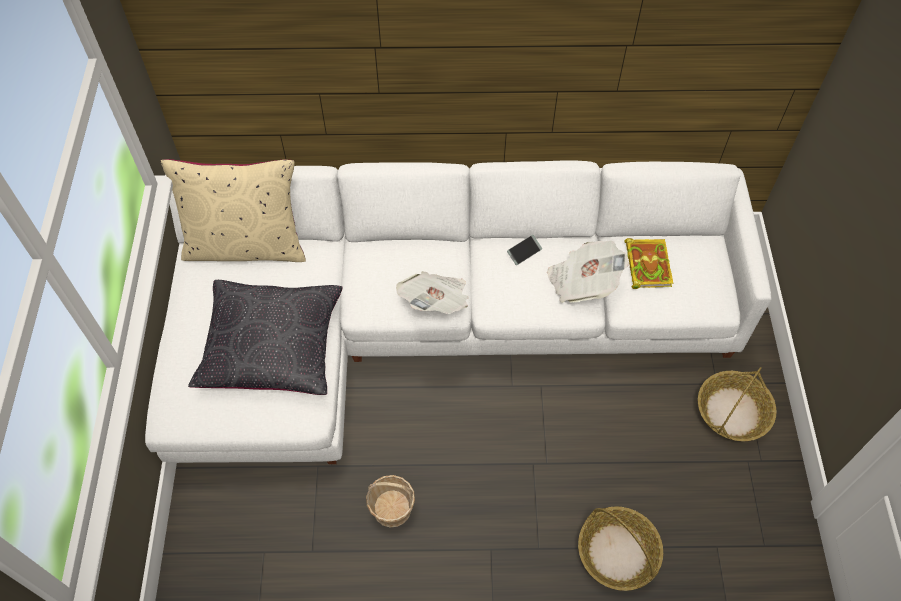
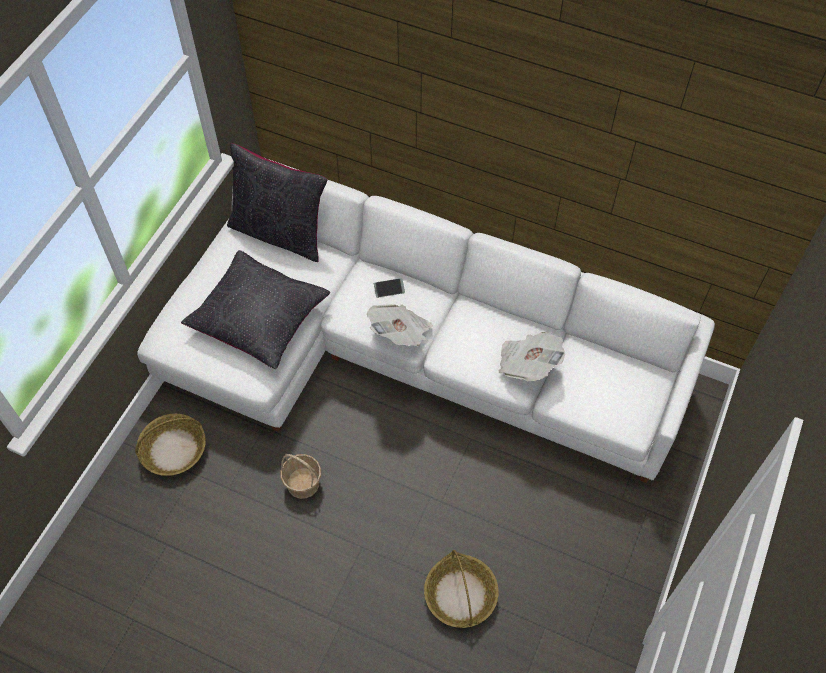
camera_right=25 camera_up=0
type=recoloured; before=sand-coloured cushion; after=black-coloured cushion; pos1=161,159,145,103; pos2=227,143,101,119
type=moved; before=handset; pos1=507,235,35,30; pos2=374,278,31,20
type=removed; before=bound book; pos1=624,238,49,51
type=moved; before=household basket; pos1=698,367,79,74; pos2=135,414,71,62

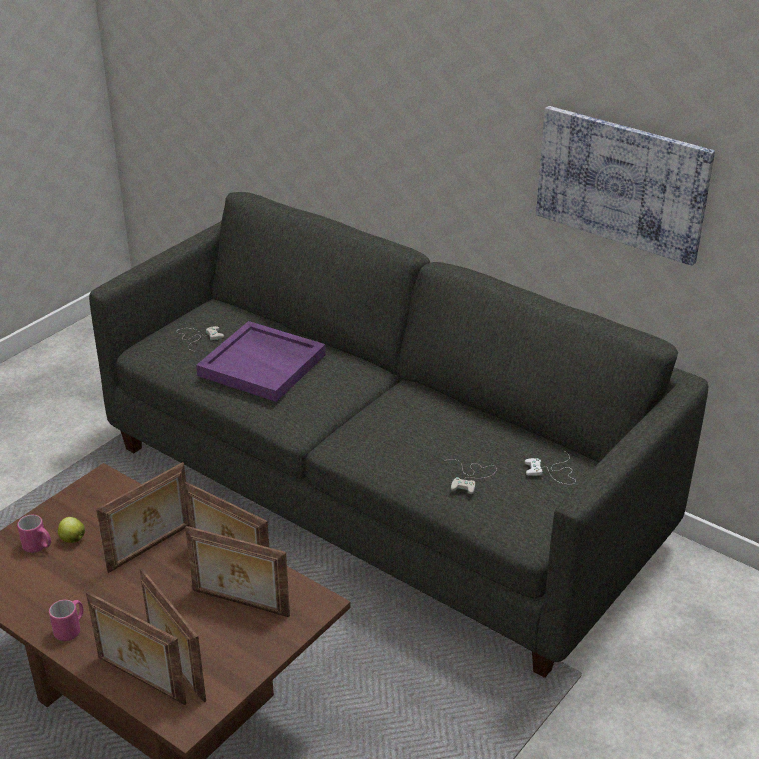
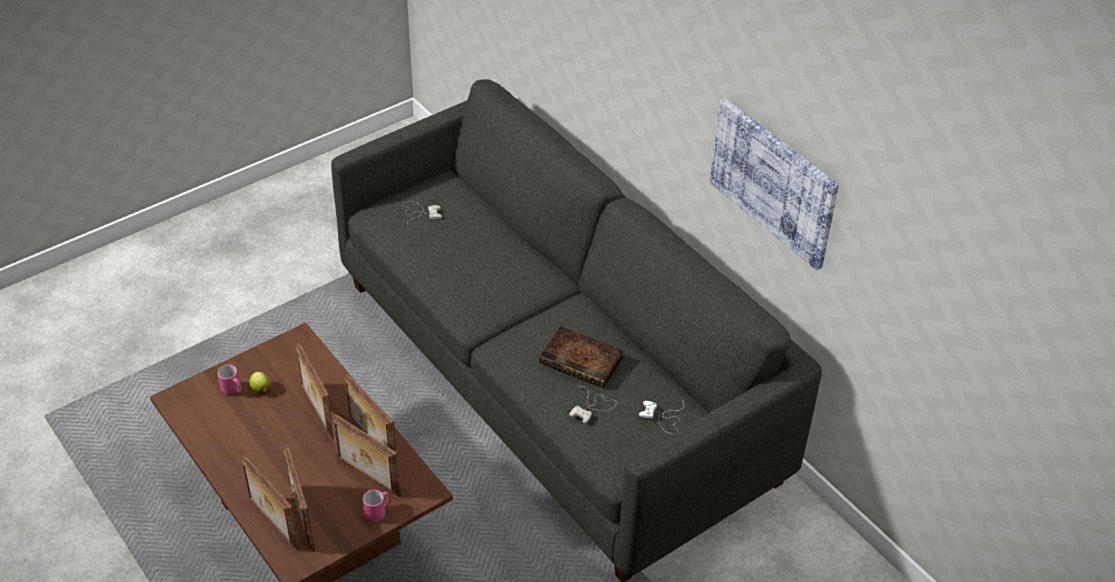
camera_right=15 camera_up=10
type=moved; before=pink-coloured tea mug; pos1=49,600,34,41; pos2=363,490,27,32
type=turned; before=standing frame; pos1=96,462,94,111; pos2=296,340,38,100; turn=90
type=removed; before=purple-coloured serving tray; pos1=196,321,130,81
type=added; after=bound book; pos2=539,326,85,62

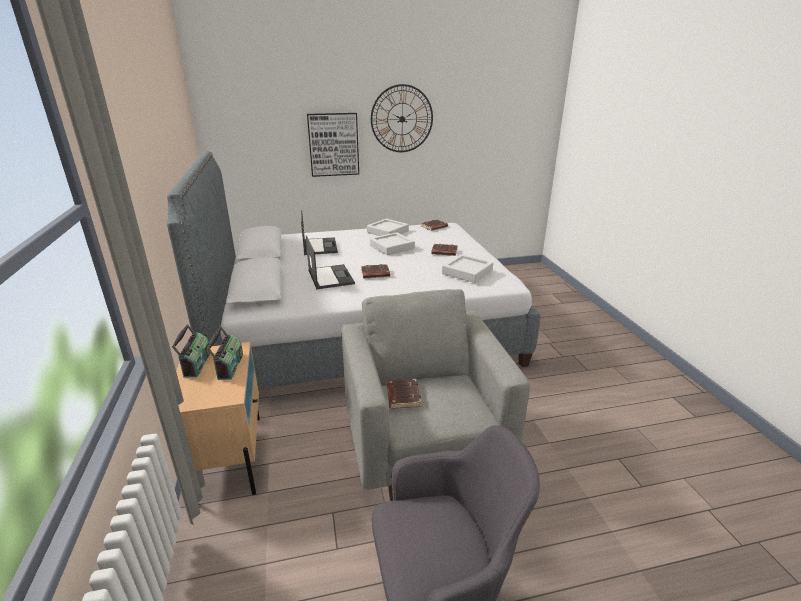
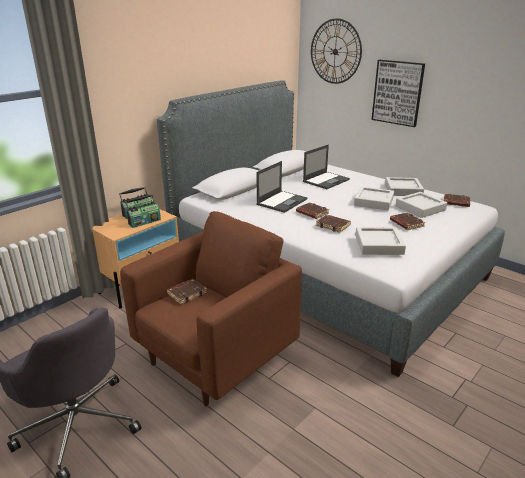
camera_right=55 camera_up=0
type=recoloured; before=gray armchair; after=brown armchair; pos1=341,289,189,212; pos2=120,211,182,195
type=moved; before=hanging clock; pos1=371,84,62,68; pos2=311,18,51,66
type=added; after=brown bound book; pos2=316,215,35,18
type=added; after=gray serving tray; pos2=395,192,52,26

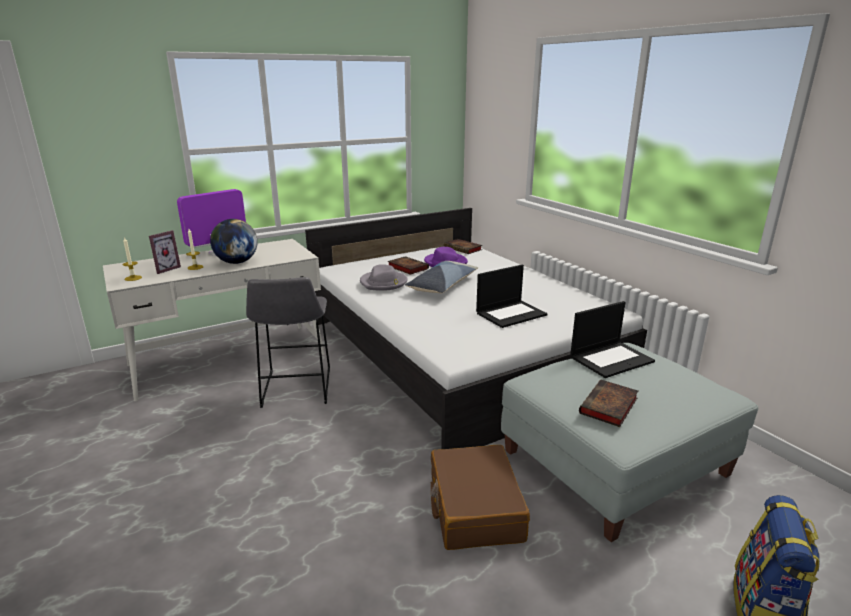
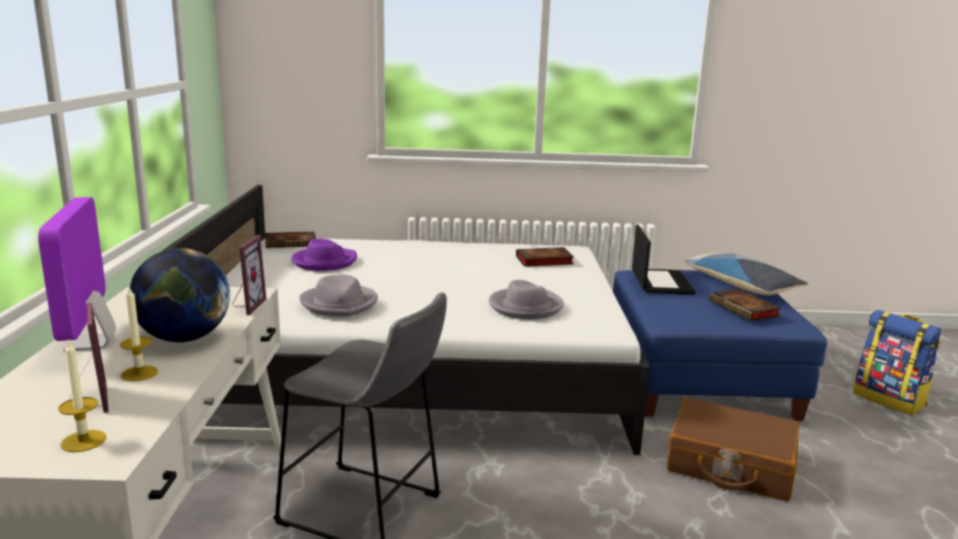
camera_right=-60 camera_up=-5
type=moved; before=bound book; pos1=387,256,42,19; pos2=516,247,58,20
type=moved; before=cushion; pos1=405,261,73,33; pos2=682,252,126,43
type=removed; before=laptop; pos1=476,265,72,63
type=recoloured; before=gray footrest; after=blue footrest; pos1=501,343,257,199; pos2=613,270,214,151
type=added; after=standing frame; pos2=232,235,34,80
type=added; after=gray clothing hat; pos2=489,280,75,39

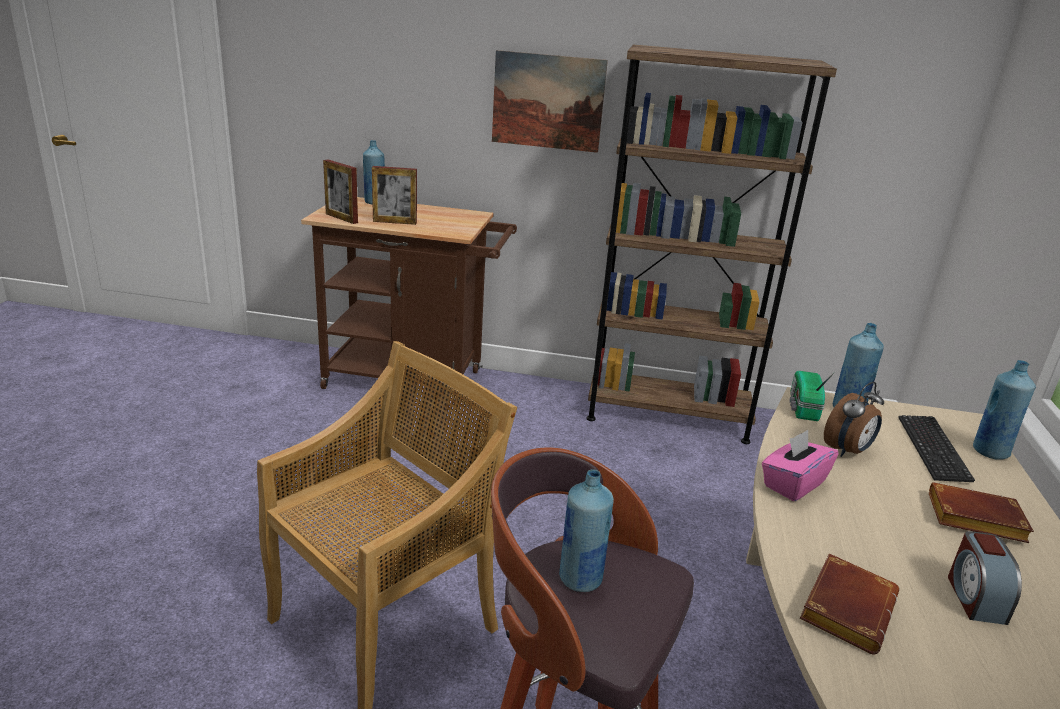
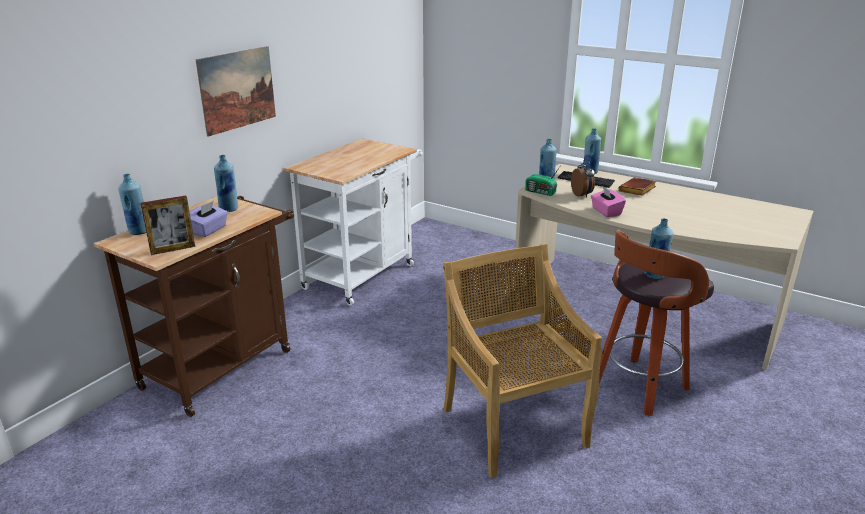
camera_right=-65 camera_up=0
type=replaced; before=standing frame; after=purple-coloured tissue box; pos1=372,166,45,59; pos2=190,201,38,36
type=replaced; before=brown bookshelf; after=whitish cart; pos1=587,45,250,399; pos2=284,138,139,168
type=removed; before=brown bound book; pos1=800,554,99,101
type=removed; before=alarm clock; pos1=948,531,74,94
type=added; after=blue bottle; pos2=214,155,24,57

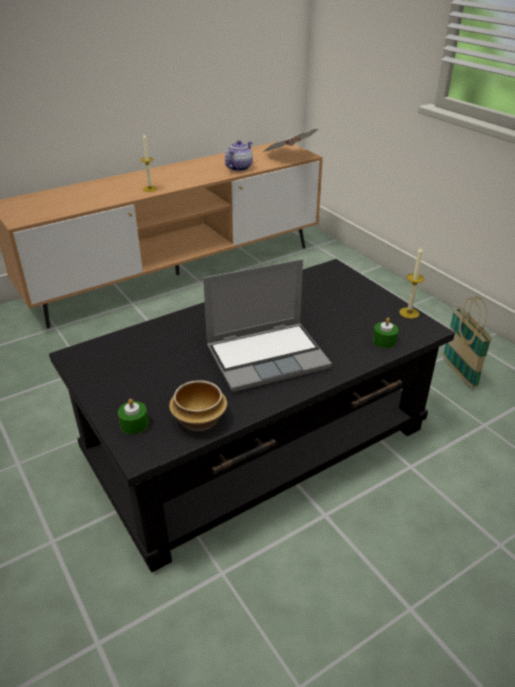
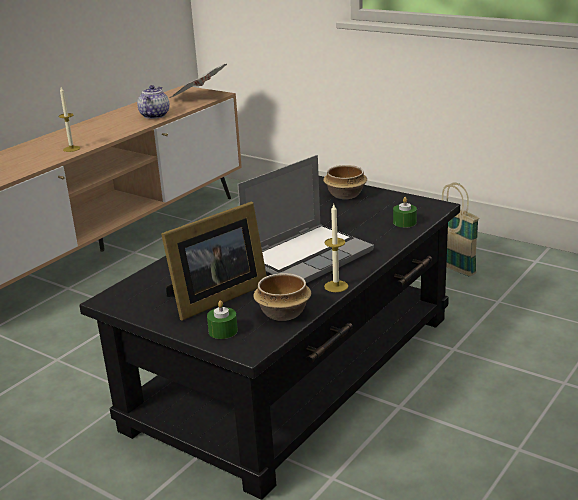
camera_right=-20 camera_up=-10
type=moved; before=wax candle; pos1=399,247,25,72; pos2=324,204,24,88
type=added; after=standing frame; pos2=161,202,106,119
type=added; after=bowl; pos2=323,165,44,34

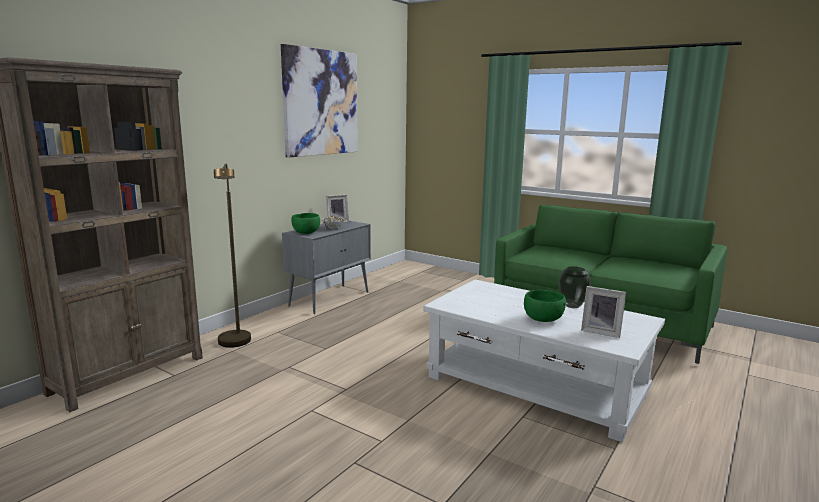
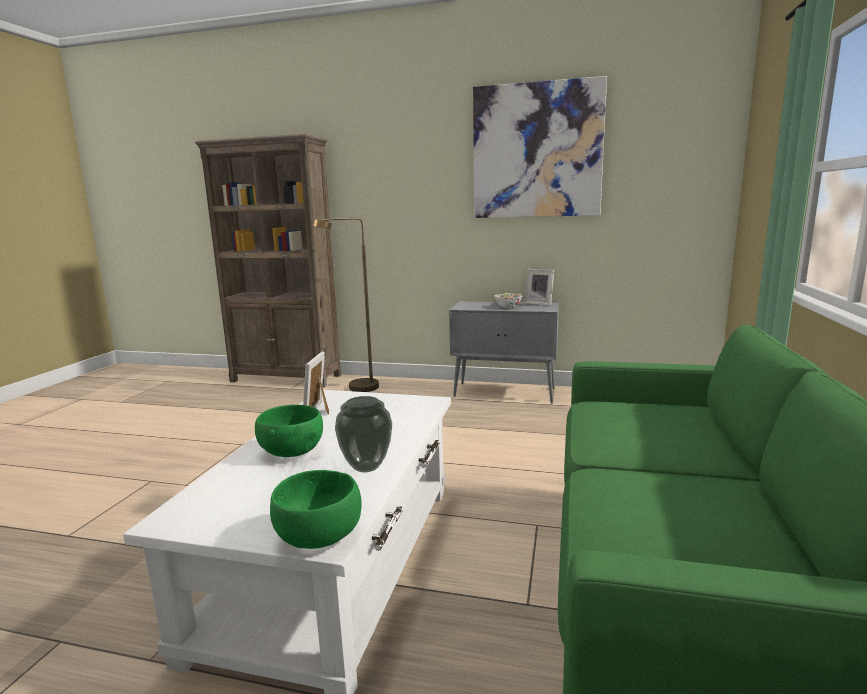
camera_right=70 camera_up=0
type=moved; before=green-coloured bowl; pos1=291,213,29,21; pos2=270,470,92,79
type=moved; before=standing frame; pos1=581,286,45,52; pos2=303,352,26,63

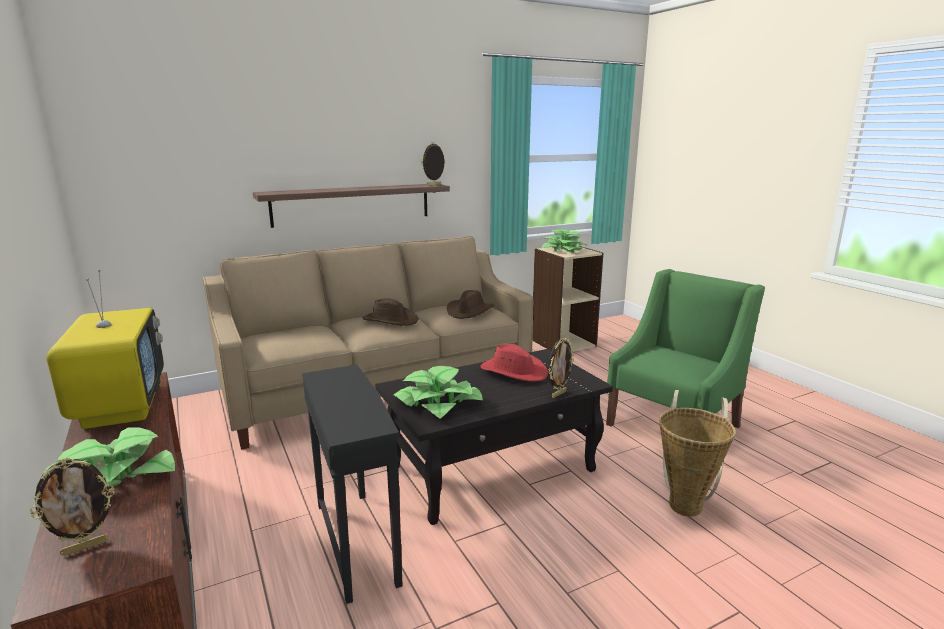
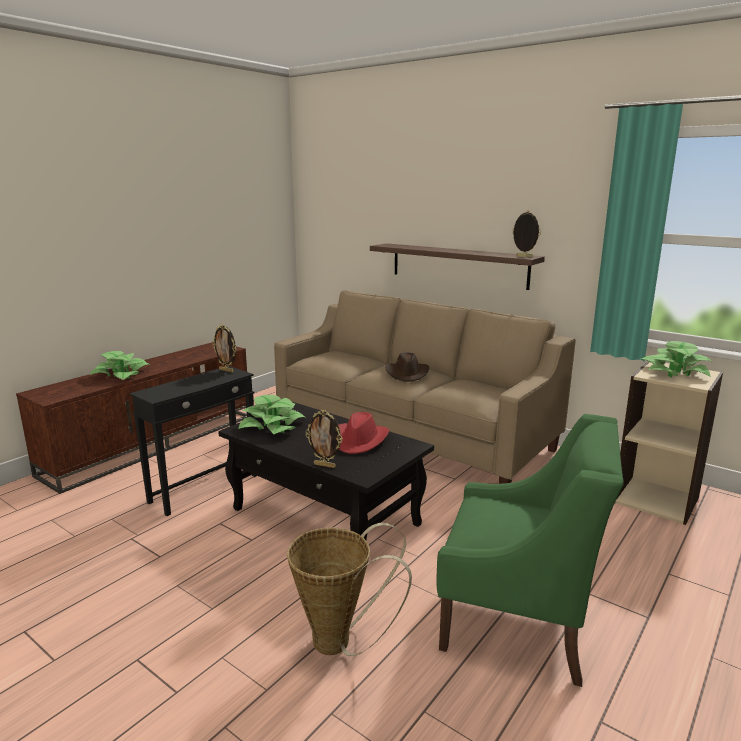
camera_right=65 camera_up=0
type=moved; before=standing frame; pos1=30,458,85,98; pos2=212,324,24,48
type=removed; before=TV set; pos1=46,269,118,160
type=removed; before=brown clothing hat; pos1=446,290,48,29

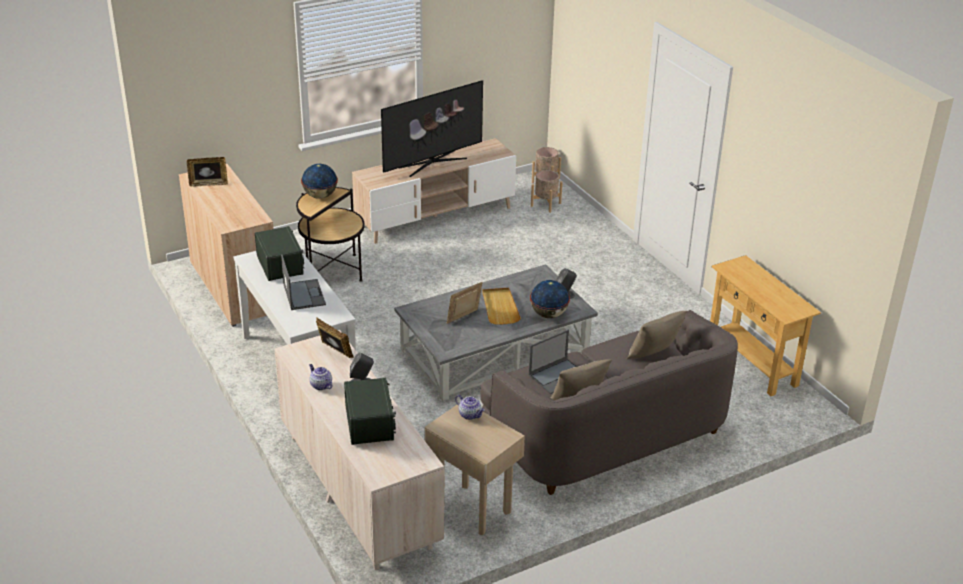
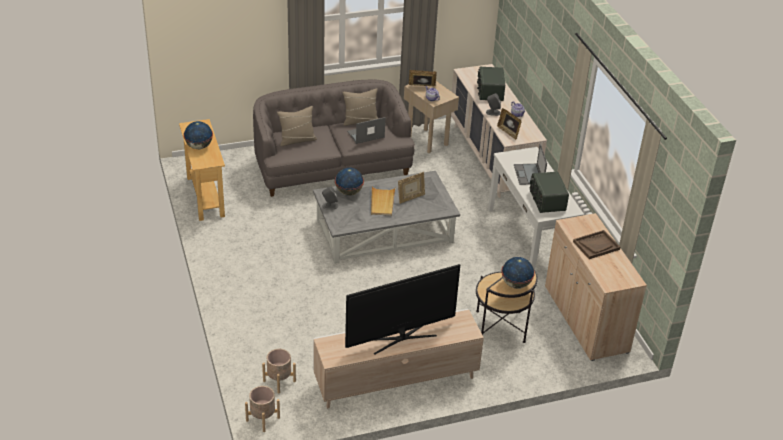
camera_right=-170 camera_up=5
type=moved; before=standing frame; pos1=187,157,41,30; pos2=409,70,28,16
type=added; after=desk globe; pos2=183,121,30,28
type=added; after=brown serving tray; pos2=573,230,47,29

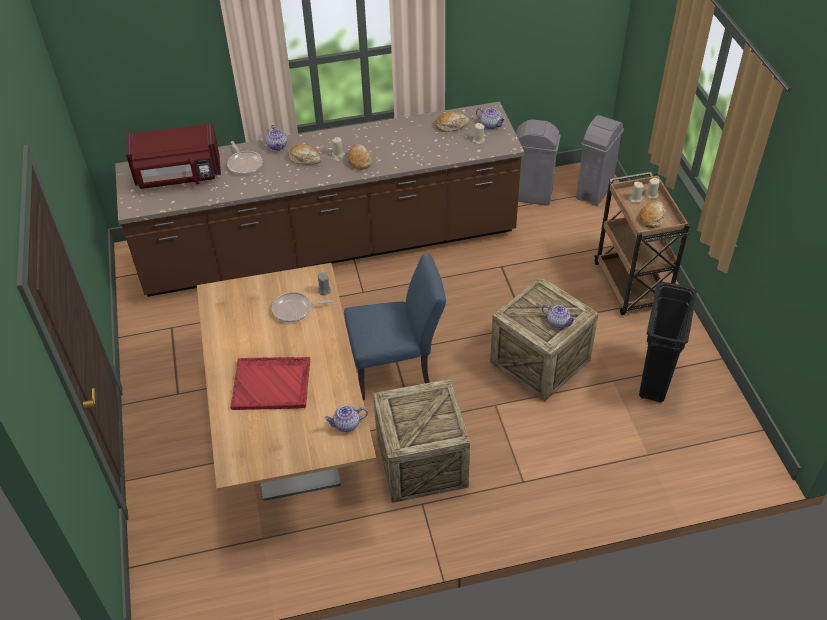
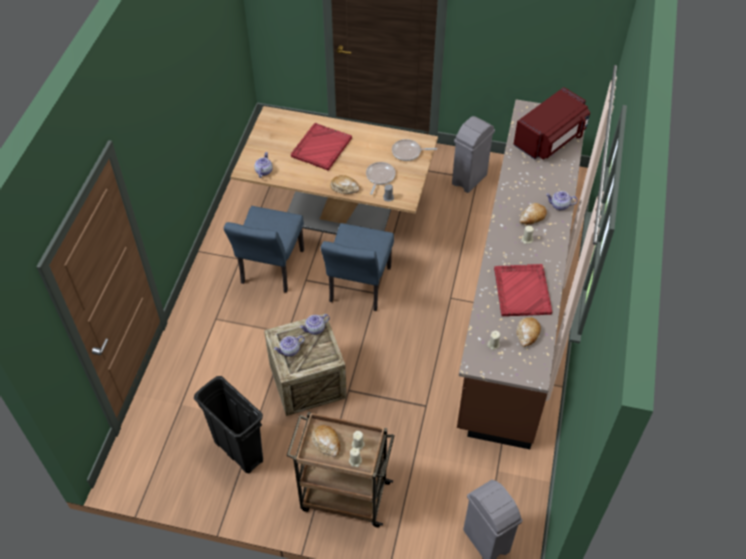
camera_right=115 camera_up=5
type=turned; before=red-coloured microwave oven; pos1=126,123,95,66; pos2=513,87,77,73; turn=-150
type=moved; before=skillet; pos1=227,141,35,34; pos2=392,139,45,22
type=moved; before=baked bread; pos1=348,144,23,26; pos2=330,175,30,19
type=replaced; before=crate; after=blue chair; pos1=373,379,97,124; pos2=224,206,80,87
type=moved; before=tea pot; pos1=476,108,30,22; pos2=300,314,30,21
type=moved; before=gray rubbish bin; pos1=516,119,45,87; pos2=452,116,43,77
type=added; after=red-coloured serving tray; pos2=494,264,58,52

